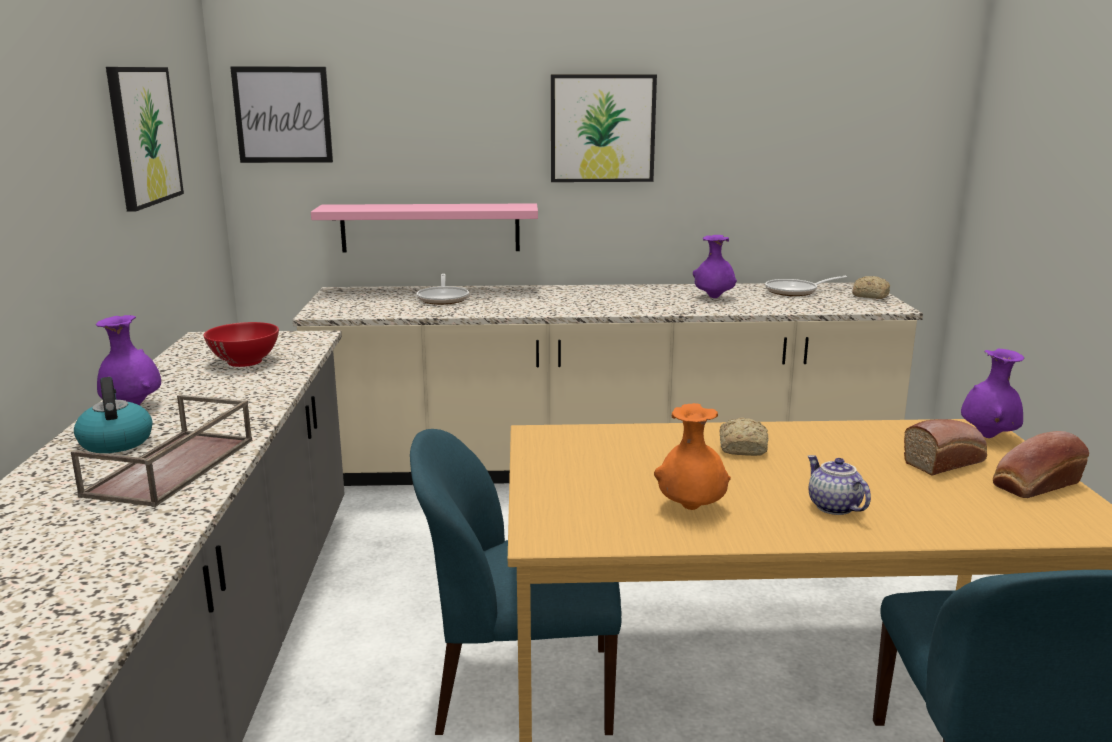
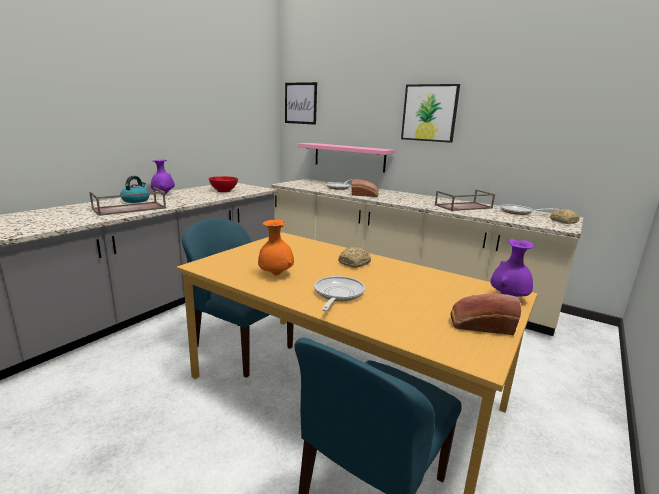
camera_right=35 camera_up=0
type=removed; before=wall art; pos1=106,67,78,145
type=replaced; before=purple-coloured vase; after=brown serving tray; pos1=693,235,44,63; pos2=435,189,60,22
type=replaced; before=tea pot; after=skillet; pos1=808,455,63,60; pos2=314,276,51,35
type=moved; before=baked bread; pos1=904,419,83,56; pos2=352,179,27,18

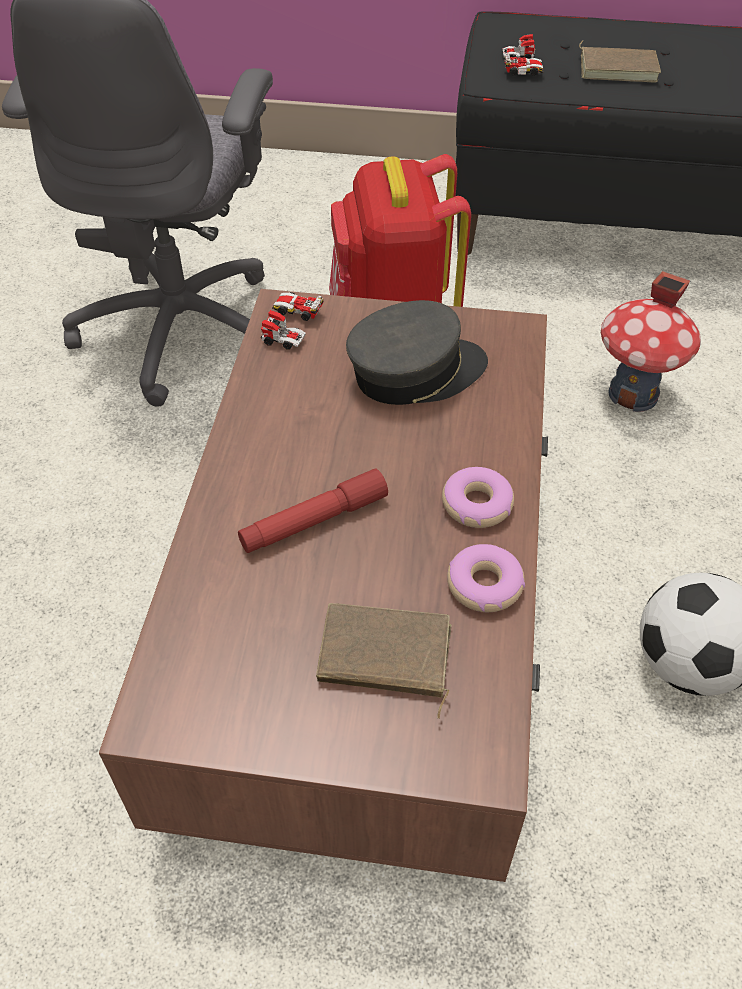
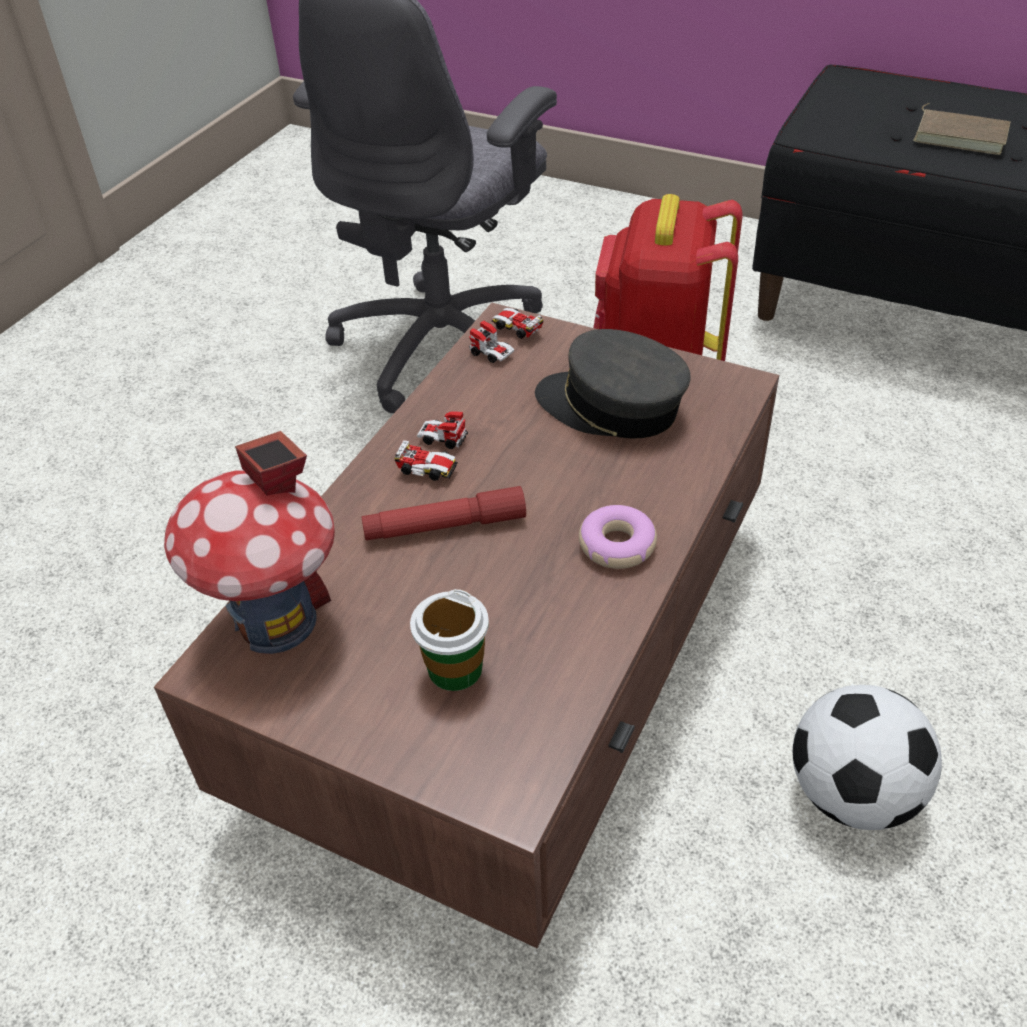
camera_right=20 camera_up=-5
type=replaced; before=brown bound book; after=drinking cup; pos1=316,603,135,116; pos2=410,589,79,102
type=turned; before=gray cap; pos1=346,300,142,105; pos2=535,329,156,110; turn=-150
type=removed; before=doughnut; pos1=447,544,78,68
type=moved; before=miniature car; pos1=502,34,42,42; pos2=395,411,73,70
type=moved; before=miniature house; pos1=601,271,100,141; pos2=164,431,171,223

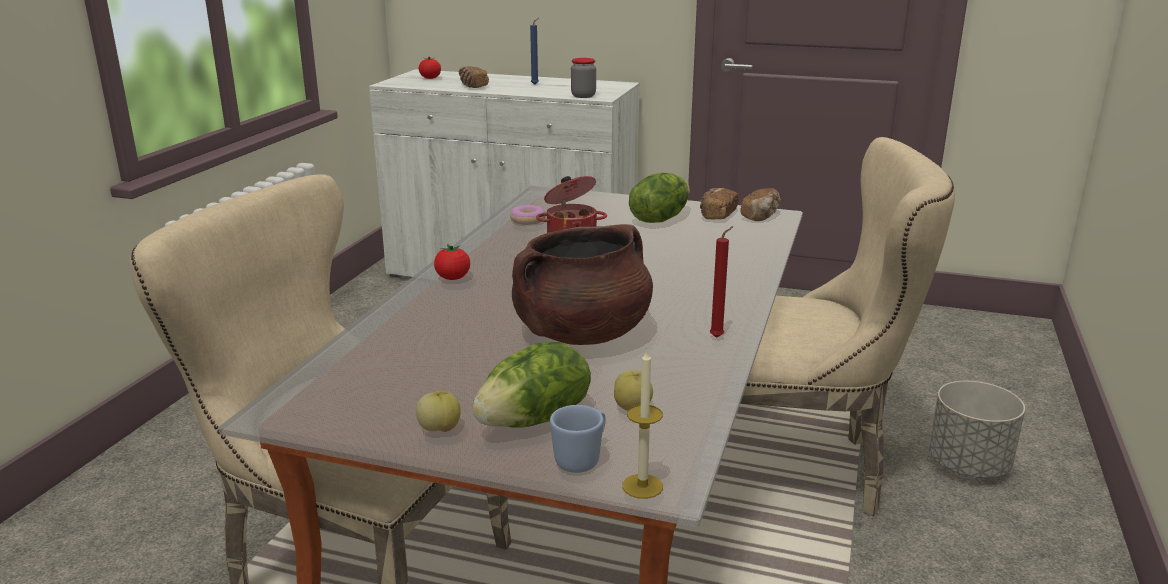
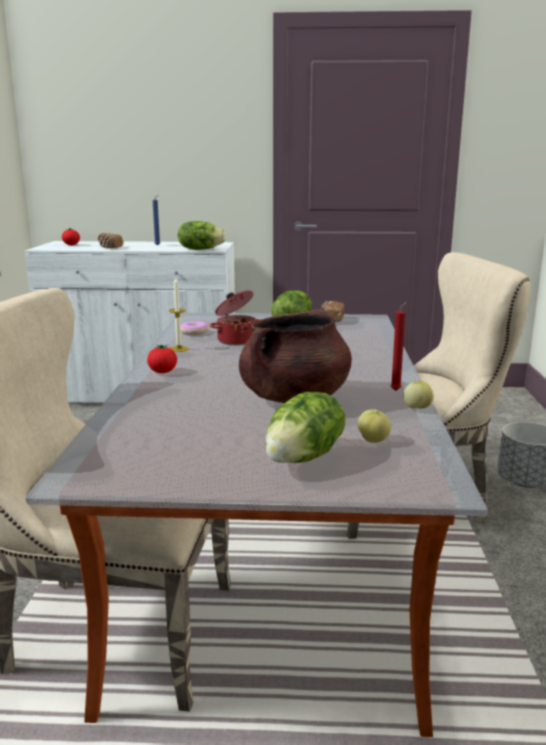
camera_right=-15 camera_up=-5
type=moved; before=apple fruit; pos1=416,391,45,41; pos2=403,381,30,28
type=removed; before=blue tea mug; pos1=550,405,56,68
type=replaced; before=storage jar; after=lettuce; pos1=571,58,25,40; pos2=178,221,48,29
type=moved; before=wax candle; pos1=622,348,41,151; pos2=169,277,20,75
type=removed; before=baked bread; pos1=741,188,40,33

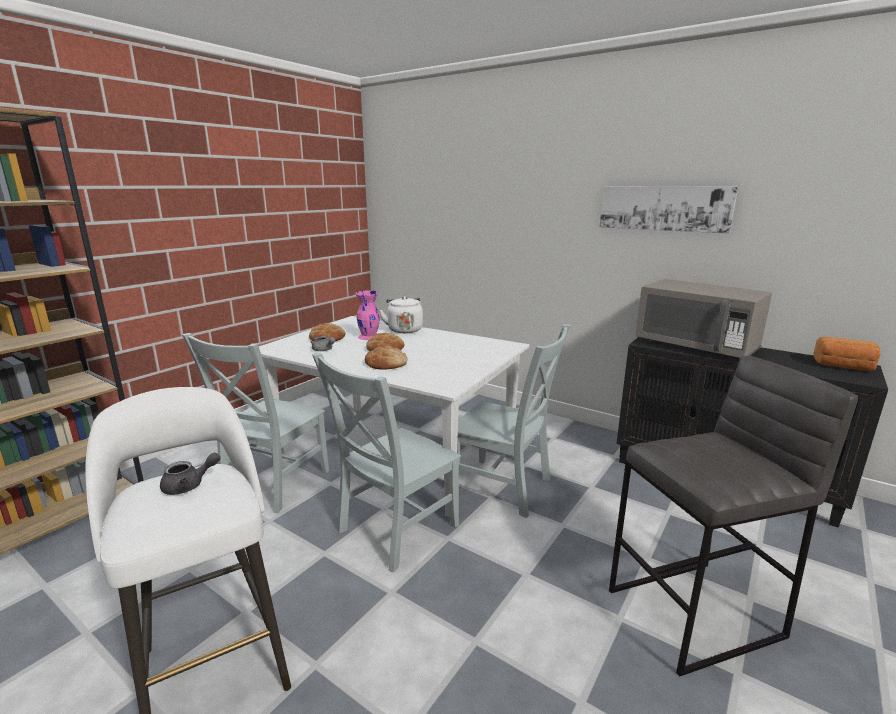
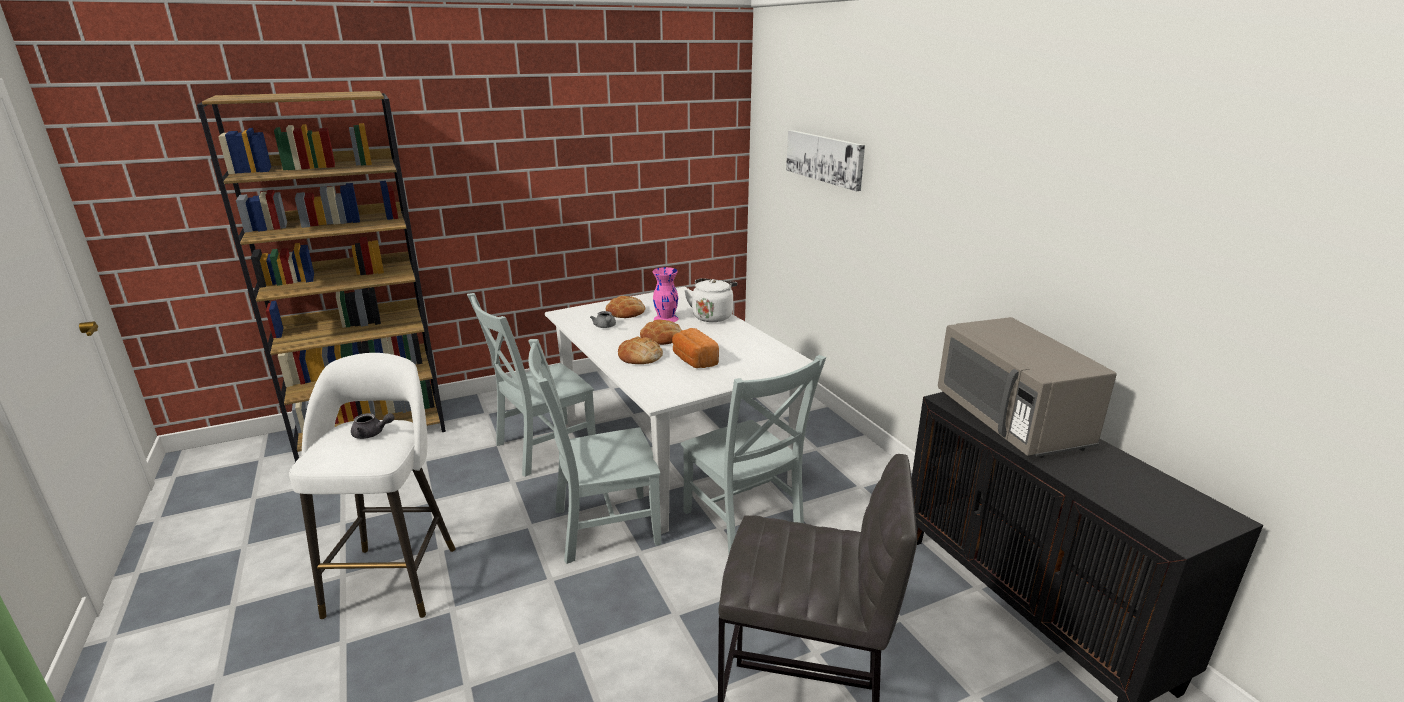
camera_right=30 camera_up=5
type=moved; before=wall art; pos1=600,187,138,46; pos2=786,130,79,61
type=moved; before=baked bread; pos1=813,337,68,34; pos2=672,328,47,40

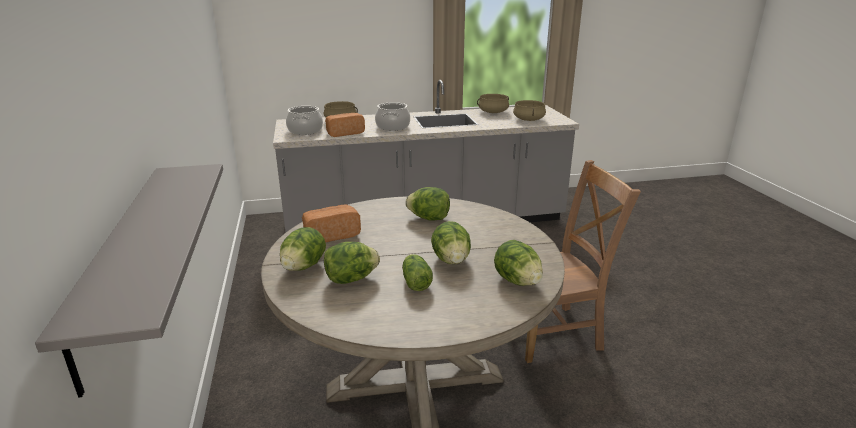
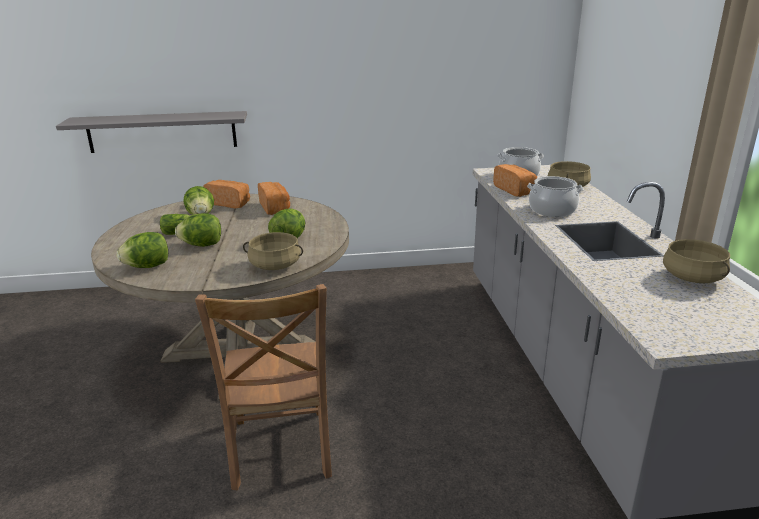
camera_right=95 camera_up=0
type=replaced; before=lettuce; after=baked bread; pos1=280,227,46,44; pos2=203,180,47,28
type=moved; before=sand-coloured saucepot; pos1=513,100,33,21; pos2=243,232,60,38

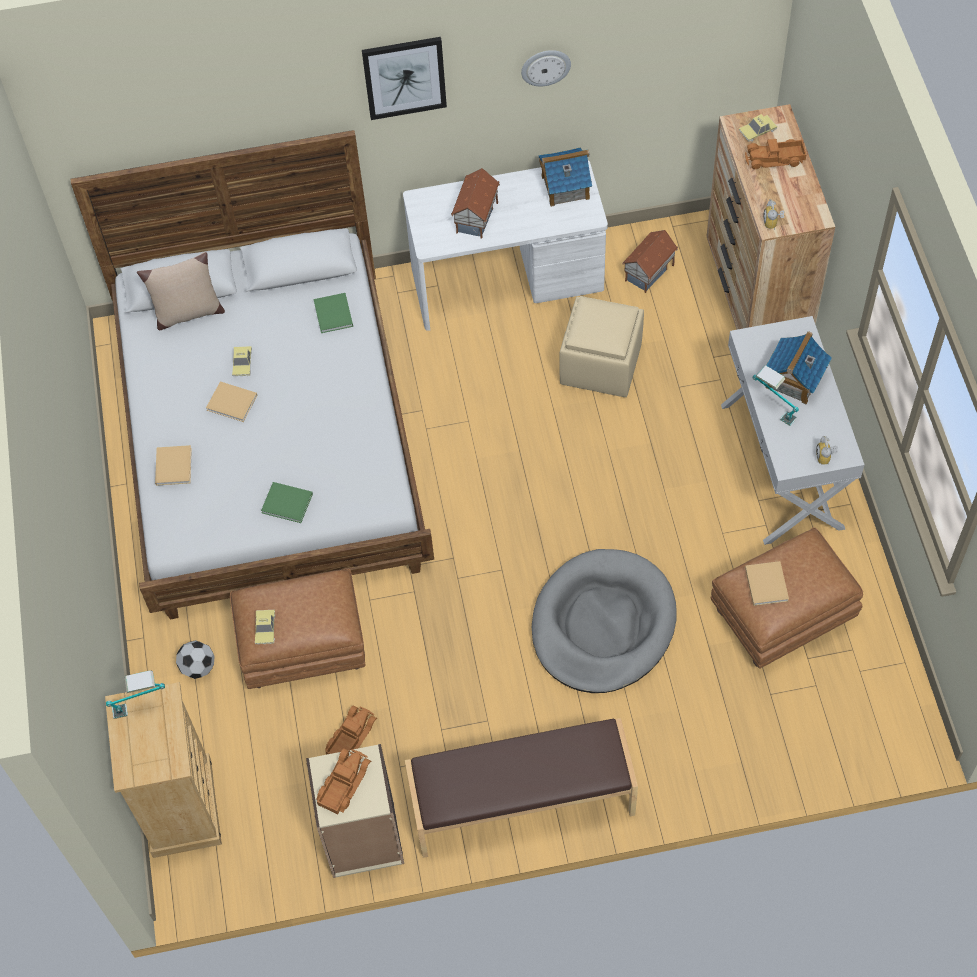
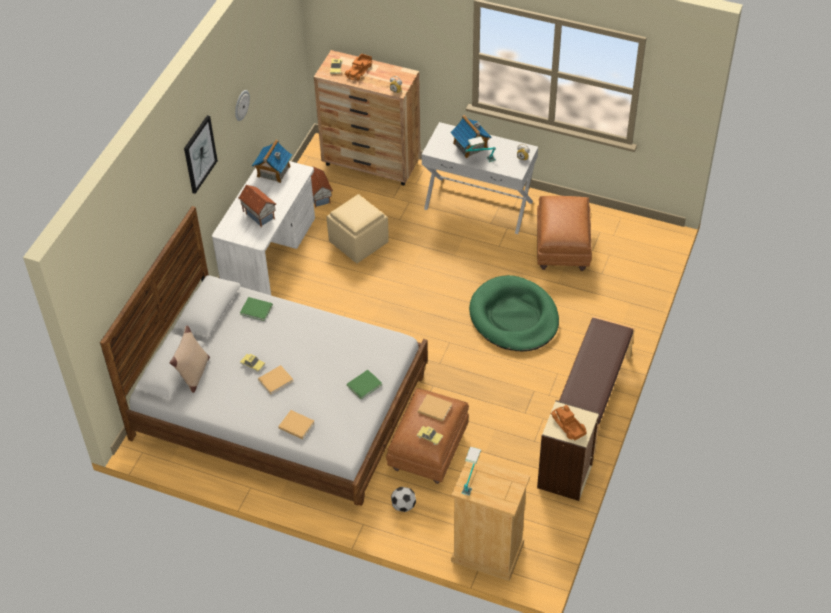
camera_right=-60 camera_up=-10
type=removed; before=toy truck; pos1=325,705,52,50
type=recoloured; before=gray dog bed; after=green-coloured dog bed; pos1=532,549,145,144; pos2=469,275,90,76
type=moved; before=sand-coloured bound book; pos1=745,561,44,45; pos2=418,394,34,28

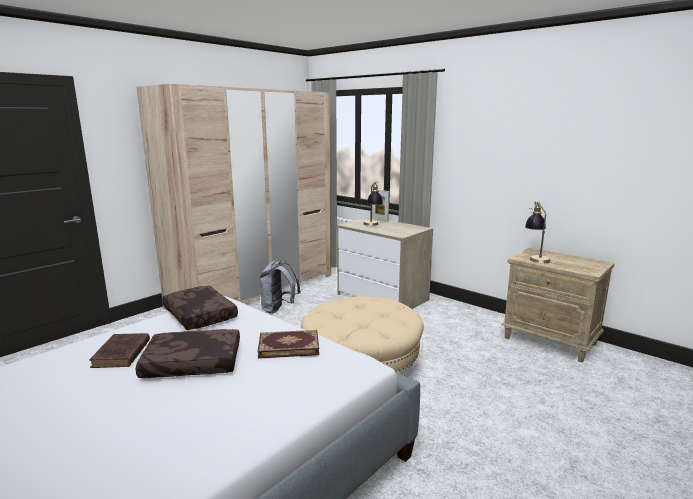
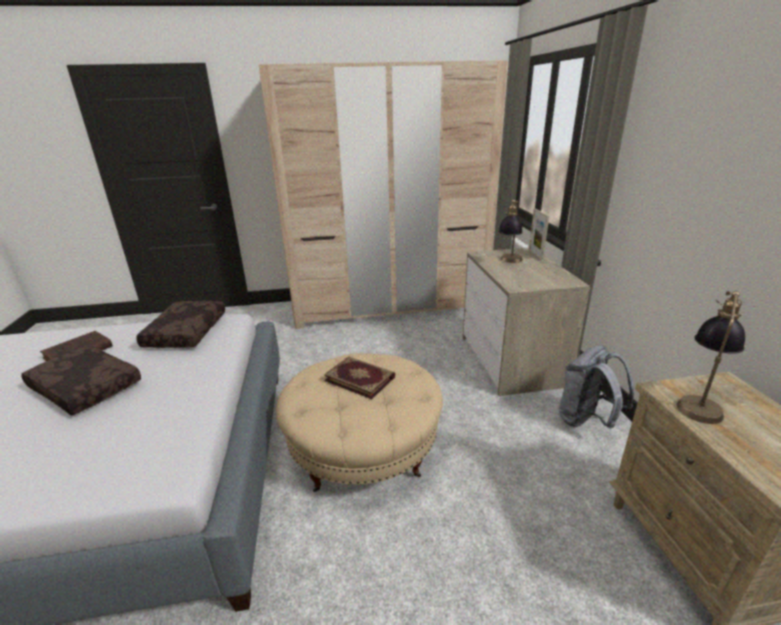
camera_right=40 camera_up=10
type=moved; before=bound book; pos1=257,330,62,29; pos2=324,357,71,42
type=moved; before=gray knapsack; pos1=259,260,42,54; pos2=559,346,75,82

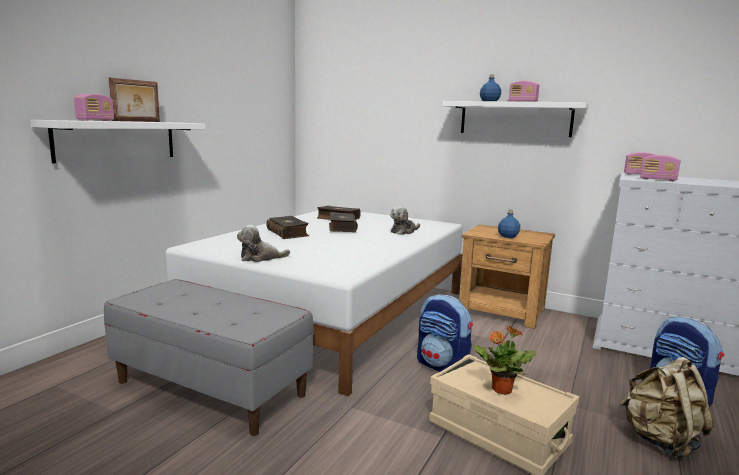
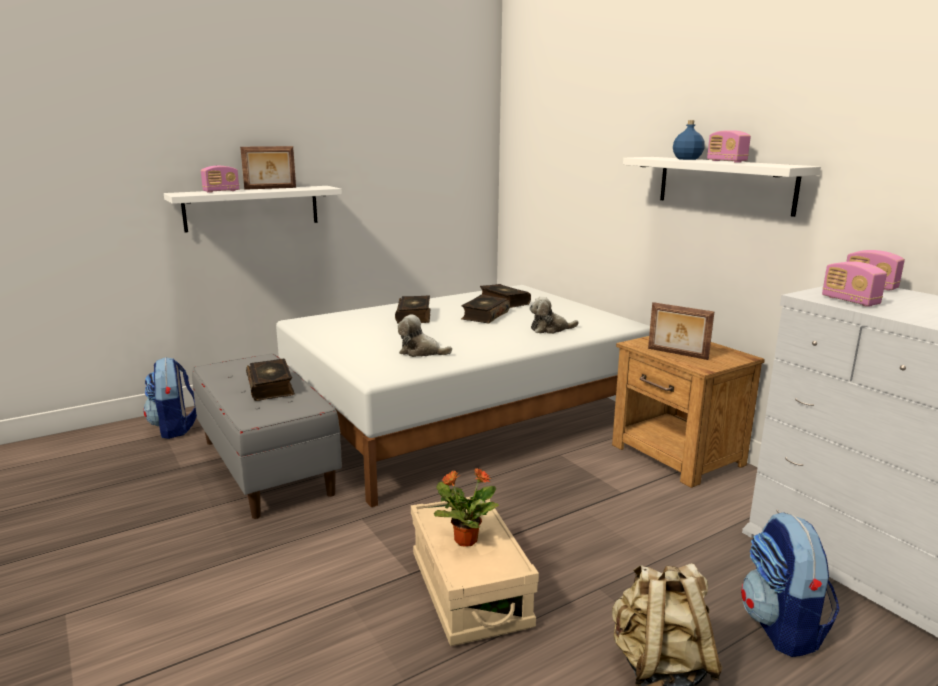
camera_right=30 camera_up=5
type=moved; before=soft toy; pos1=237,225,53,37; pos2=398,314,54,43
type=moved; before=knapsack; pos1=417,294,56,78; pos2=143,357,54,82
type=replaced; before=blue bottle; after=standing frame; pos1=498,210,22,28; pos2=648,302,66,58
type=added; after=bound book; pos2=246,358,49,43

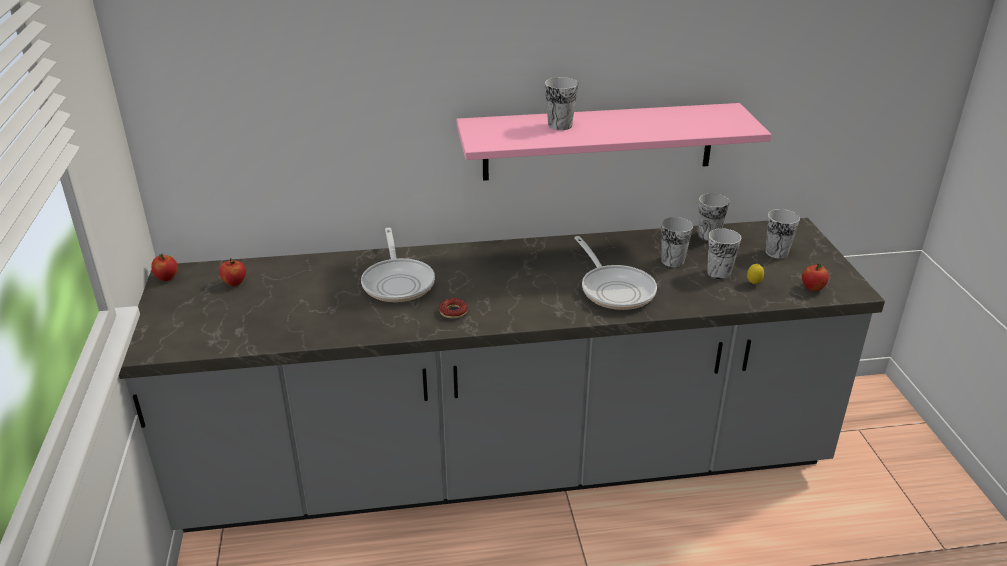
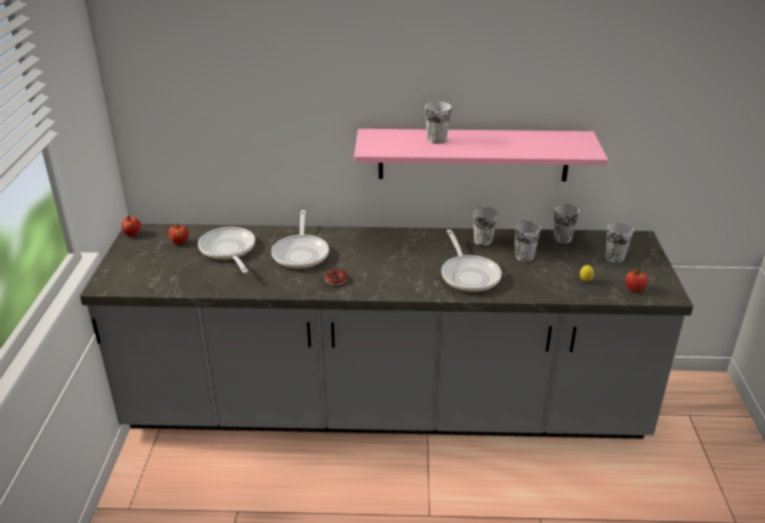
camera_right=10 camera_up=0
type=moved; before=drinking cup; pos1=707,228,34,52; pos2=473,207,25,39
type=added; after=skillet; pos2=198,227,57,46

